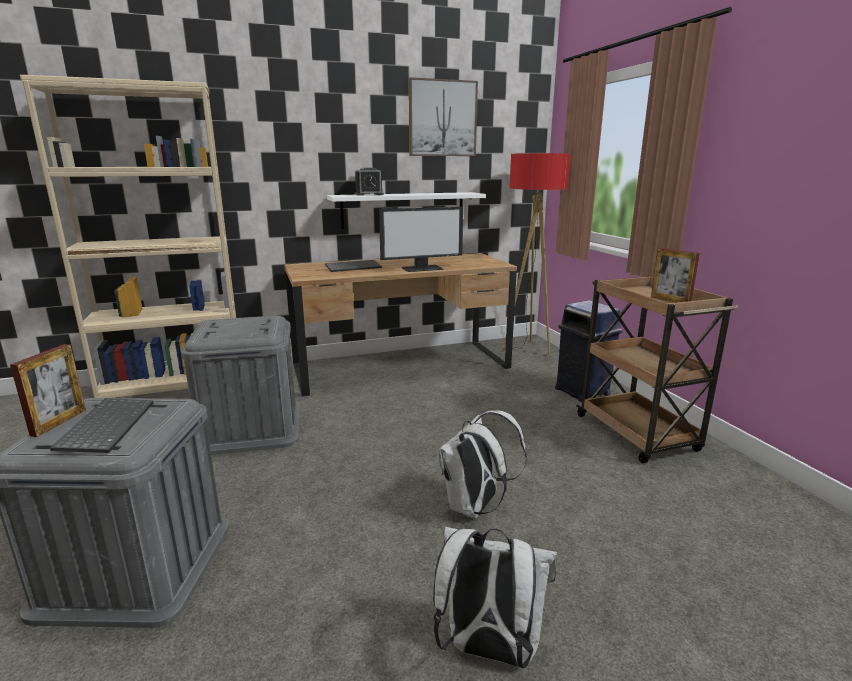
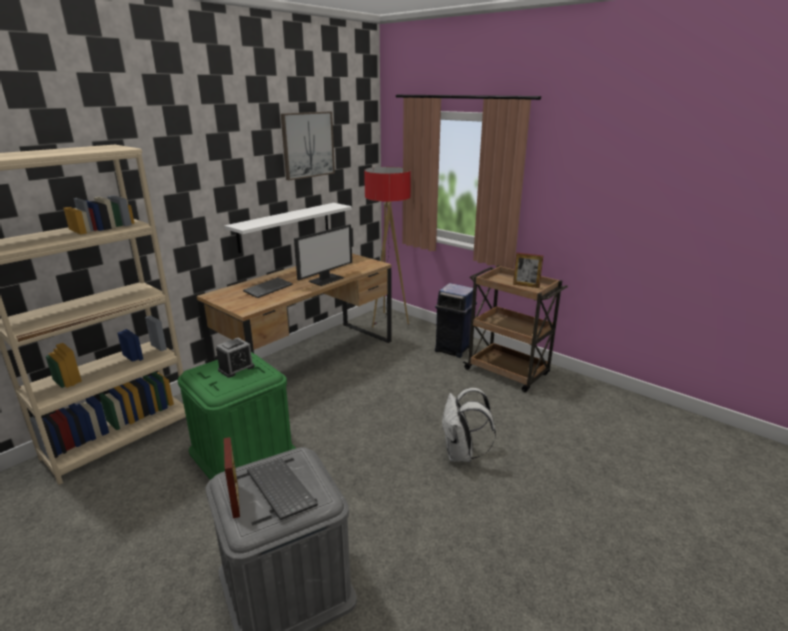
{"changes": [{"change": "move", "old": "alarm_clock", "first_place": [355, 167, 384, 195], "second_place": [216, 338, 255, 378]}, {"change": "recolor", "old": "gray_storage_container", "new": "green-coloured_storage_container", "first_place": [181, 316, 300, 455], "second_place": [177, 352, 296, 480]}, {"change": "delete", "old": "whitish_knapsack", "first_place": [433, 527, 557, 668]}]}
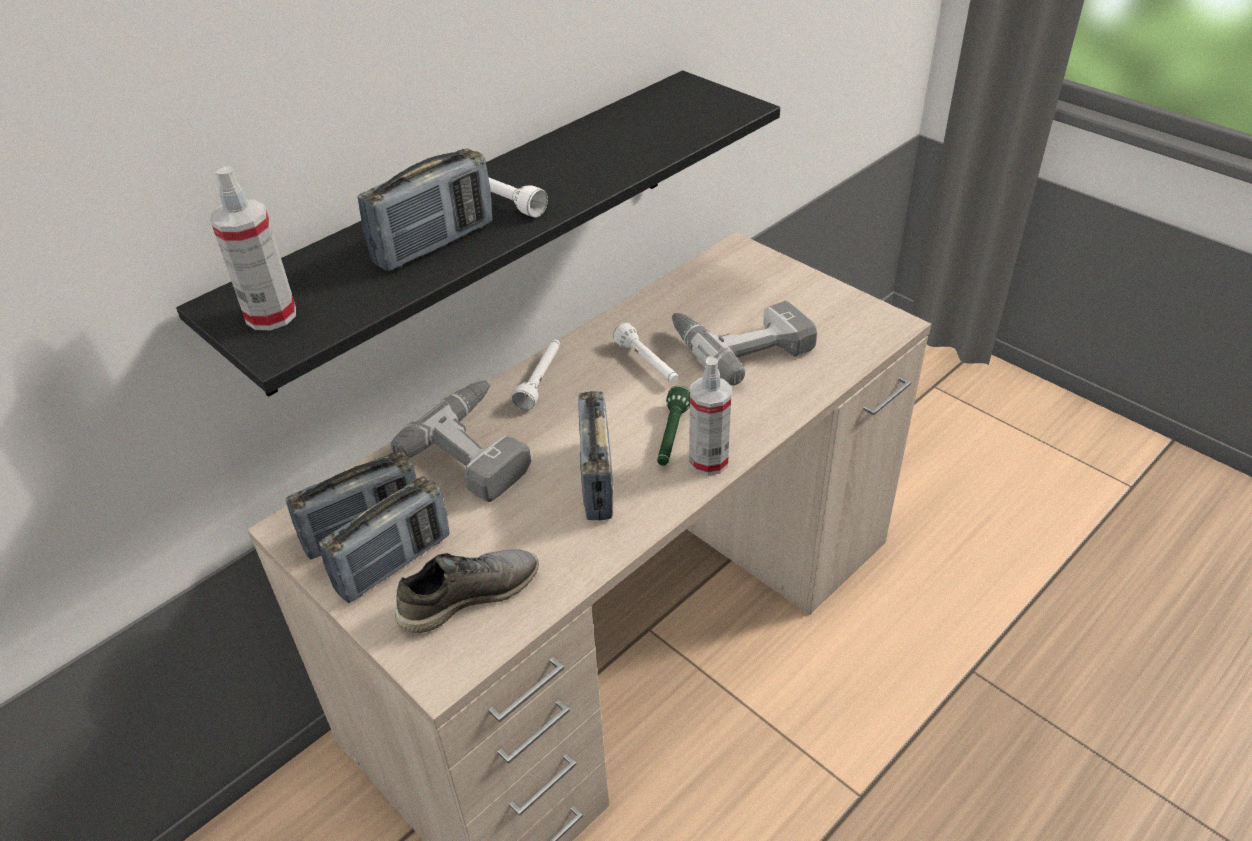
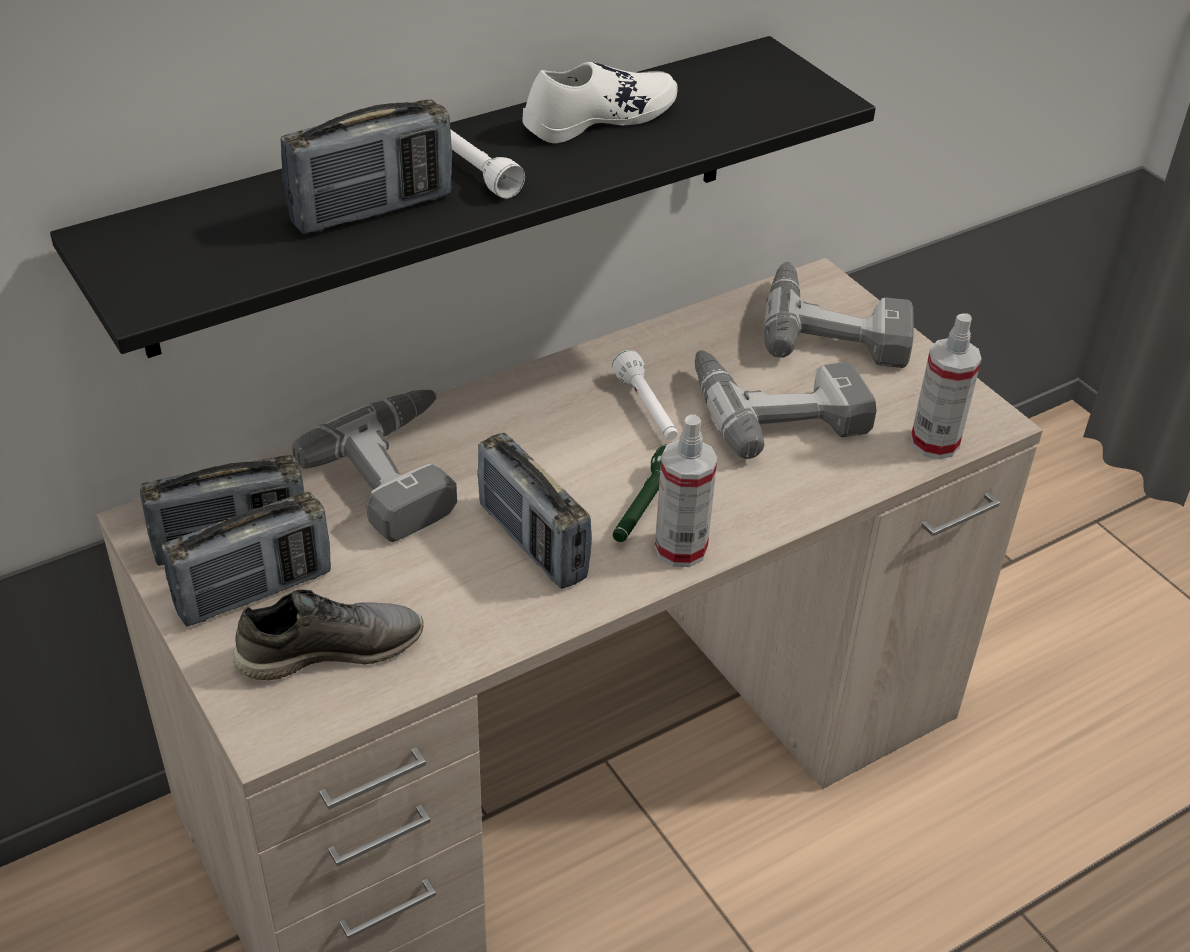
{"changes": [{"change": "move", "old": "spray_bottle", "first_place": [210, 166, 296, 330], "second_place": [911, 313, 982, 459]}, {"change": "delete", "old": "whitish_flashlight", "first_place": [512, 340, 560, 410]}, {"change": "rotate", "old": "radio", "first_place": [578, 391, 614, 520], "second_place": [477, 433, 592, 589], "degrees": -45}, {"change": "insert", "new": "whitish_shoe", "second_place": [522, 62, 678, 143]}, {"change": "insert", "new": "electric_drill", "second_place": [764, 262, 914, 368]}]}
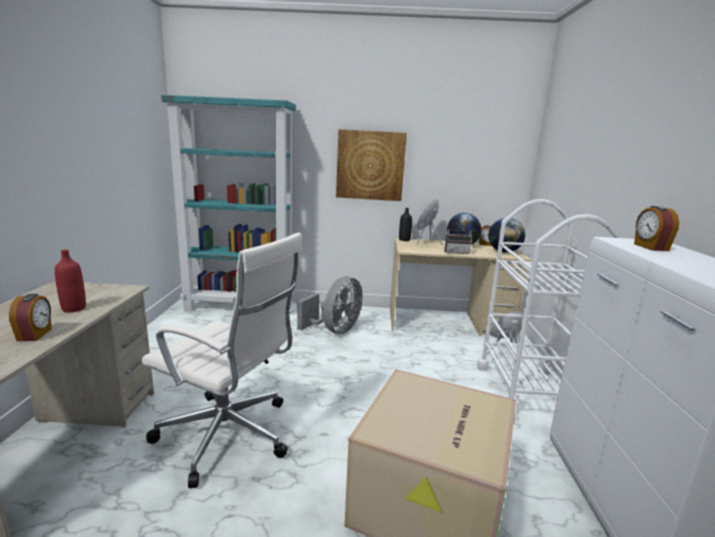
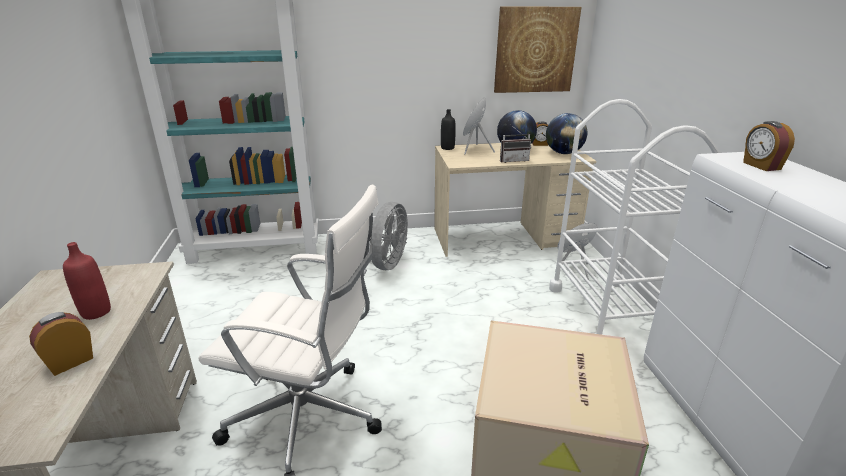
{"changes": [{"change": "move", "old": "wall_picture", "first_place": [336, 129, 407, 201], "second_place": [494, 7, 582, 93]}, {"change": "rotate", "old": "alarm_clock", "first_place": [9, 294, 52, 341], "second_place": [29, 312, 93, 376], "degrees": -120}]}
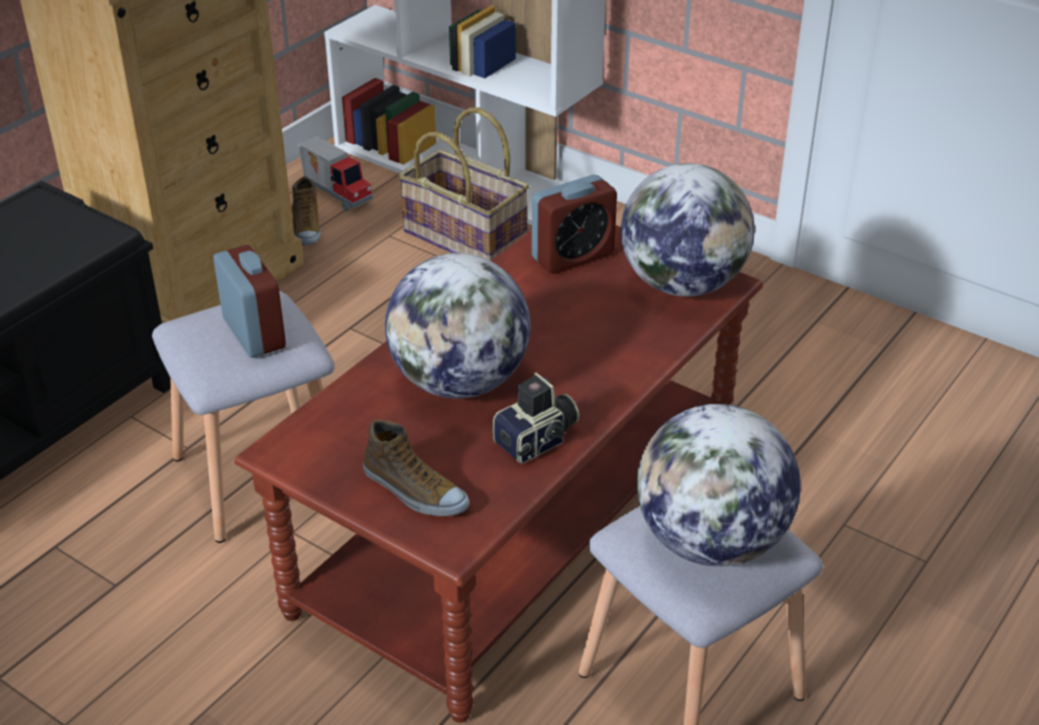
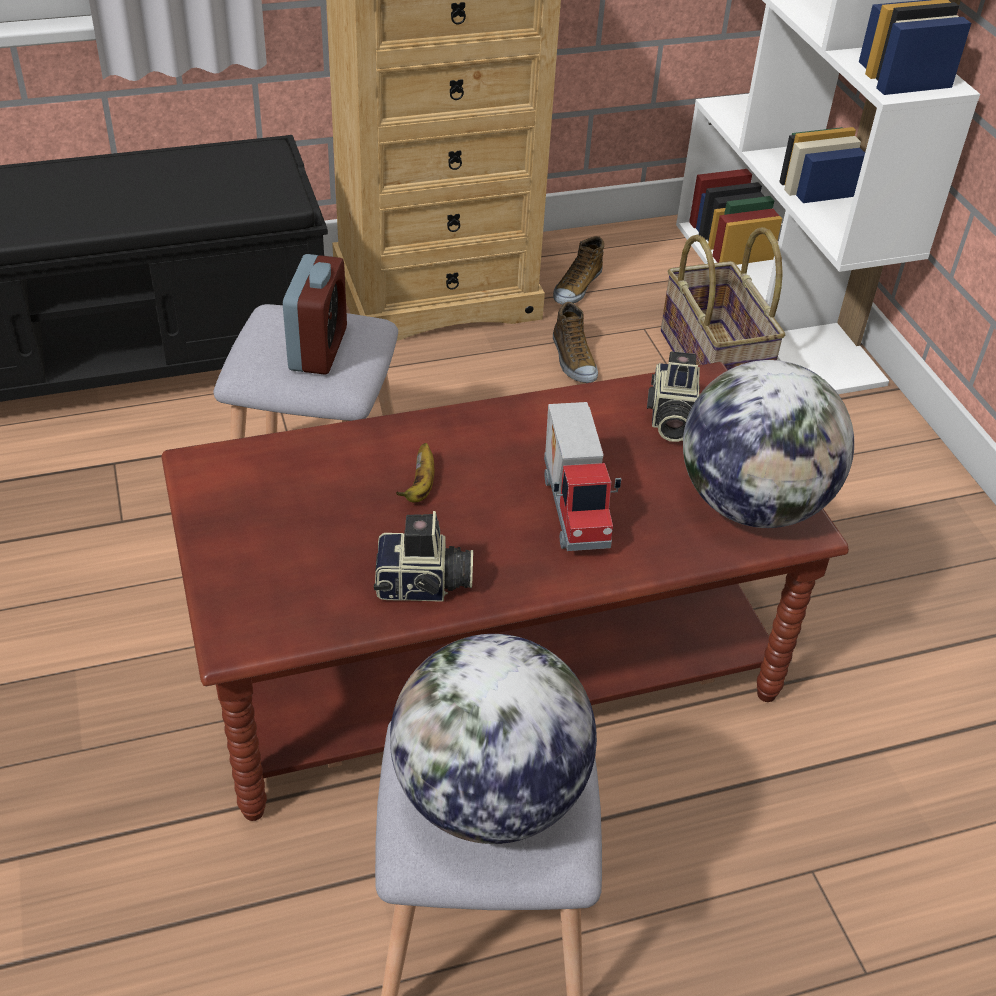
{"changes": [{"change": "move", "old": "toy_truck", "first_place": [298, 136, 373, 211], "second_place": [544, 402, 621, 551]}, {"change": "replace", "old": "alarm_clock", "new": "still_camera", "first_place": [532, 175, 617, 274], "second_place": [647, 351, 700, 442]}, {"change": "replace", "old": "world_globe", "new": "banana_fruit", "first_place": [385, 253, 530, 399], "second_place": [396, 443, 434, 502]}, {"change": "move", "old": "shoe", "first_place": [363, 420, 470, 516], "second_place": [553, 302, 598, 383]}]}
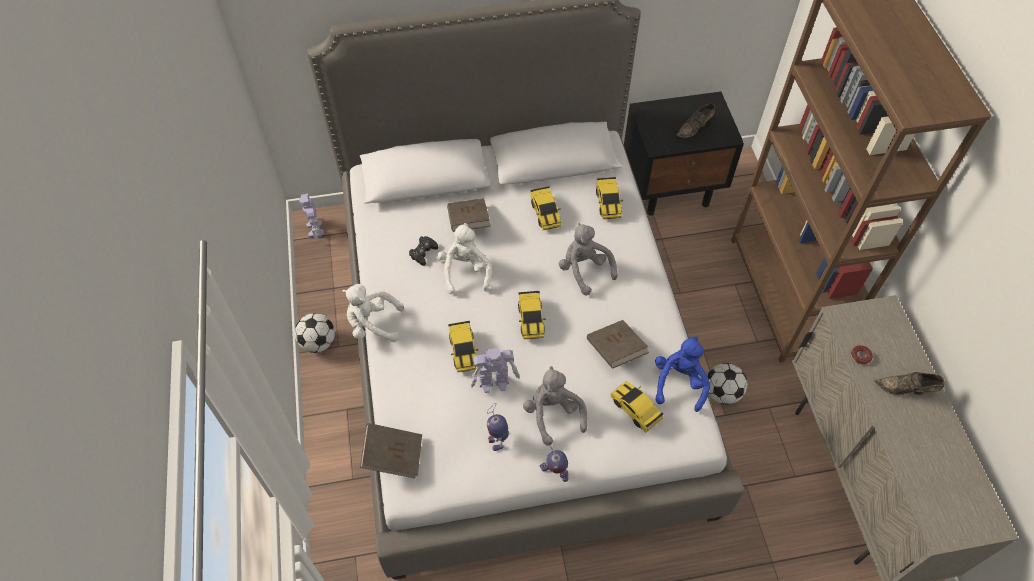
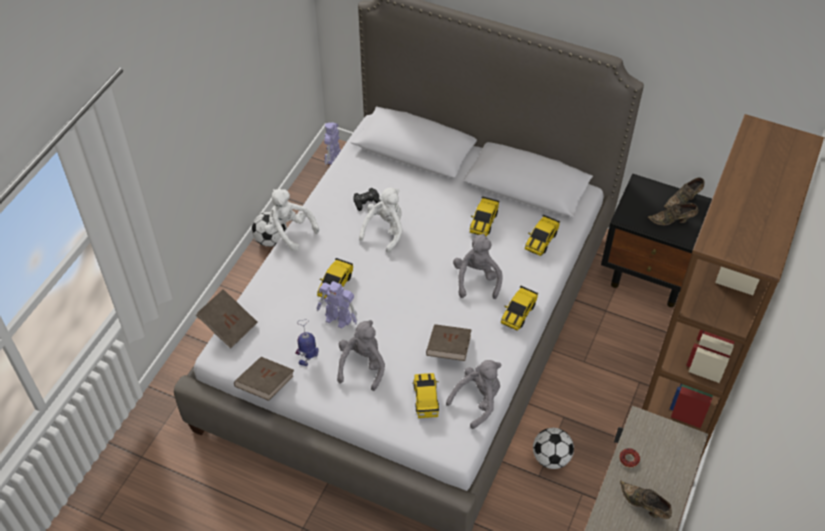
{"changes": [{"change": "move", "old": "brownish_volume", "first_place": [447, 198, 491, 232], "second_place": [234, 357, 294, 401]}, {"change": "move", "old": "toy_car", "first_place": [518, 291, 546, 339], "second_place": [501, 286, 538, 331]}, {"change": "recolor", "old": "blue-coloured_cuddly_toy", "new": "gray_cuddly_toy", "first_place": [655, 336, 710, 412], "second_place": [446, 360, 501, 429]}, {"change": "delete", "old": "toy_robot", "first_place": [540, 446, 568, 482]}, {"change": "insert", "new": "brownish_shoe", "second_place": [664, 178, 704, 209]}]}
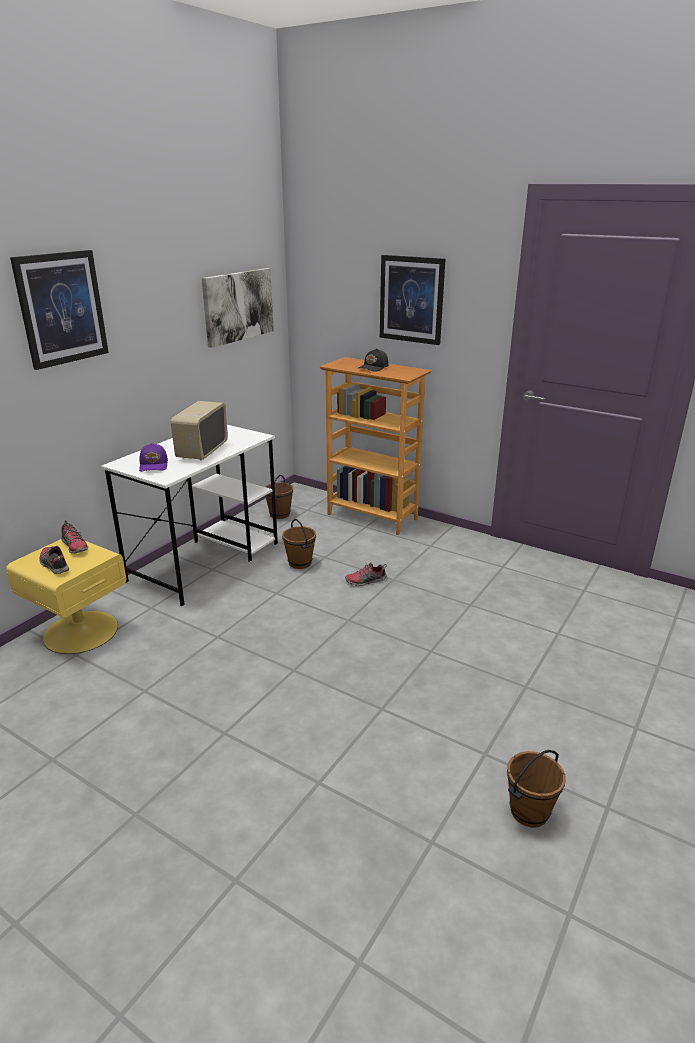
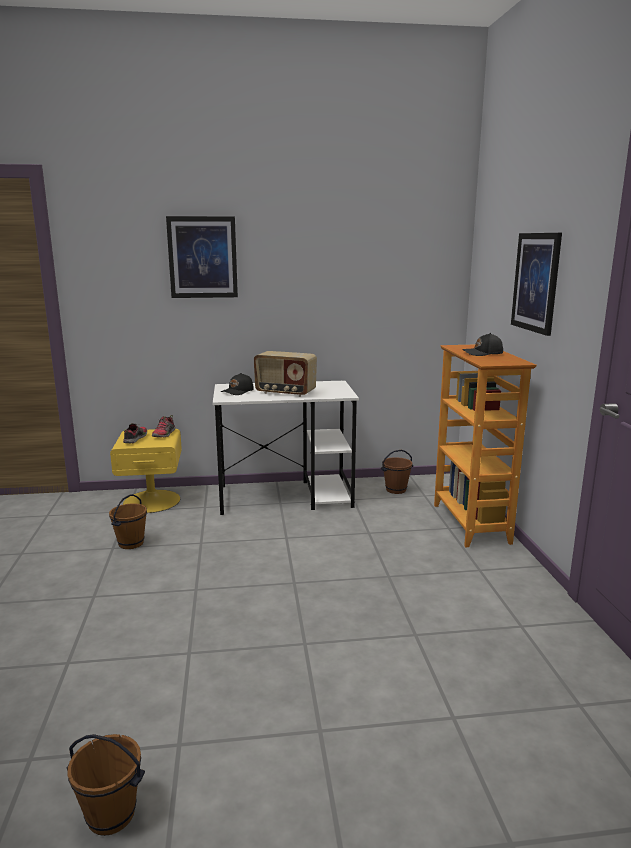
{"changes": [{"change": "delete", "old": "wall_picture", "first_place": [202, 268, 274, 348]}, {"change": "rotate", "old": "radio", "first_place": [171, 401, 228, 460], "second_place": [254, 351, 317, 397], "degrees": -135}, {"change": "recolor", "old": "purple_cap", "new": "blackish_cap", "first_place": [139, 443, 168, 472], "second_place": [221, 373, 254, 395]}, {"change": "move", "old": "brownish_pail", "first_place": [282, 519, 316, 569], "second_place": [109, 494, 147, 549]}, {"change": "delete", "old": "shoe", "first_place": [345, 562, 387, 586]}]}
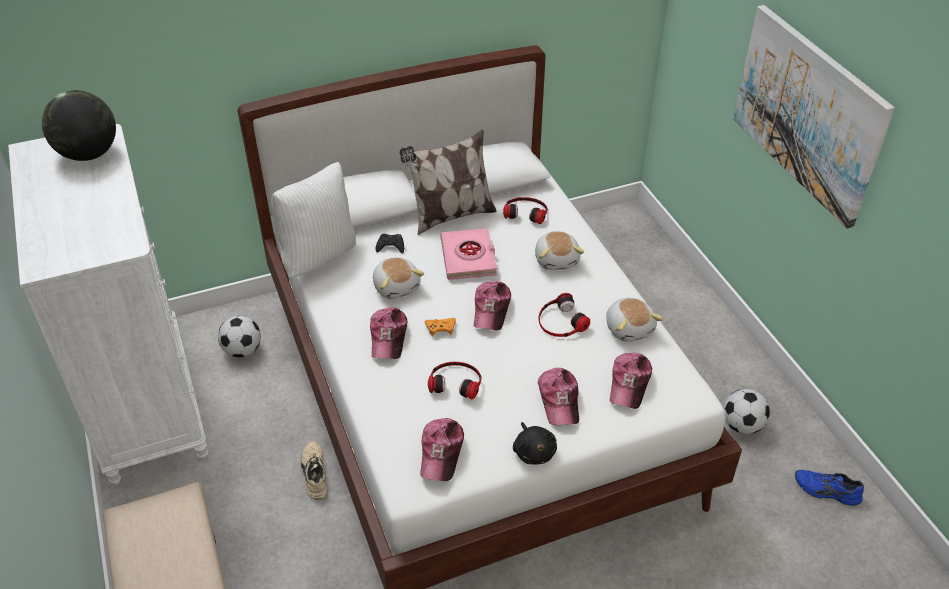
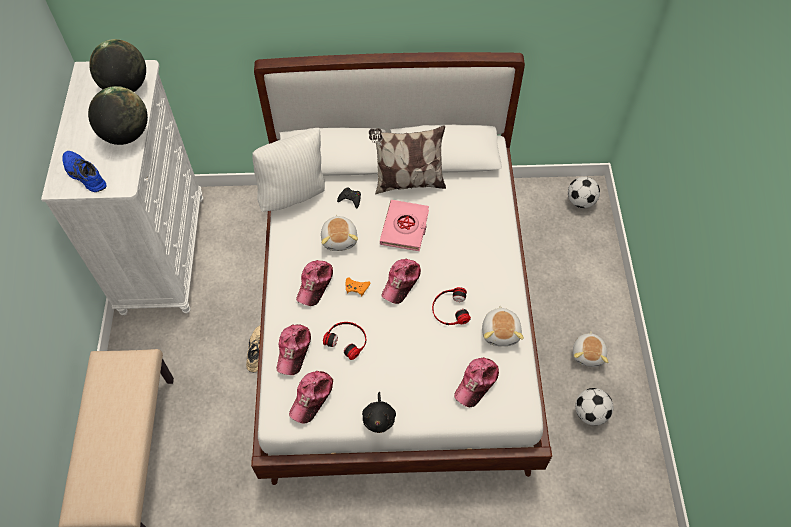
{"changes": [{"change": "delete", "old": "wall_picture", "first_place": [733, 5, 895, 229]}, {"change": "delete", "old": "headset", "first_place": [503, 197, 548, 224]}, {"change": "move", "old": "cuddly_toy", "first_place": [535, 231, 584, 270], "second_place": [573, 331, 608, 367]}, {"change": "move", "old": "football", "first_place": [218, 316, 261, 357], "second_place": [568, 177, 600, 208]}, {"change": "move", "old": "cap", "first_place": [538, 368, 579, 426], "second_place": [277, 324, 311, 375]}, {"change": "move", "old": "blue-coloured_shoe", "first_place": [795, 470, 864, 506], "second_place": [62, 151, 106, 192]}, {"change": "insert", "new": "world_globe", "second_place": [88, 86, 148, 145]}]}
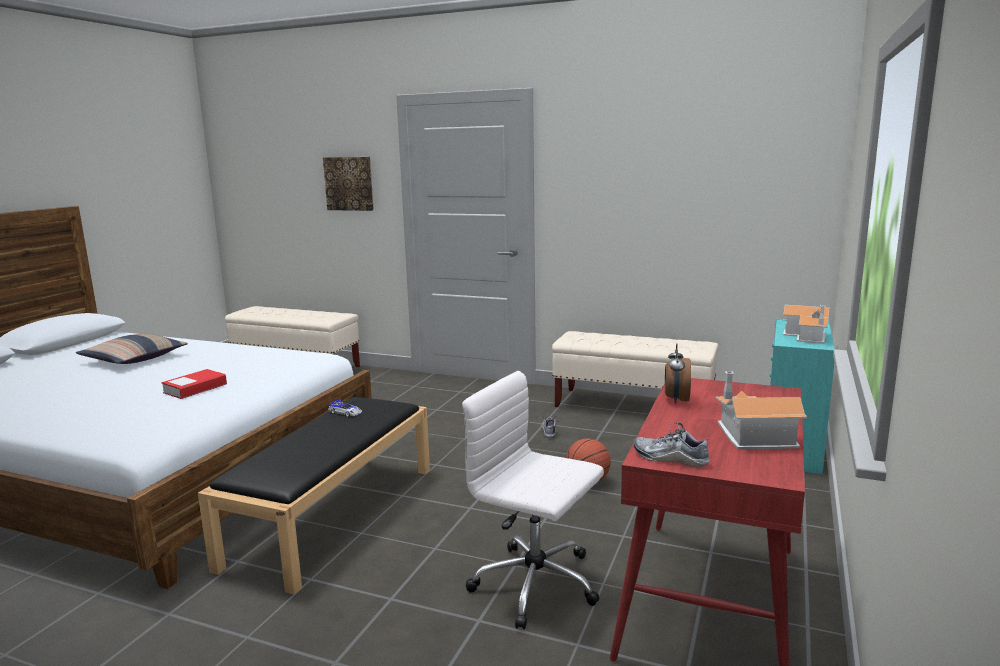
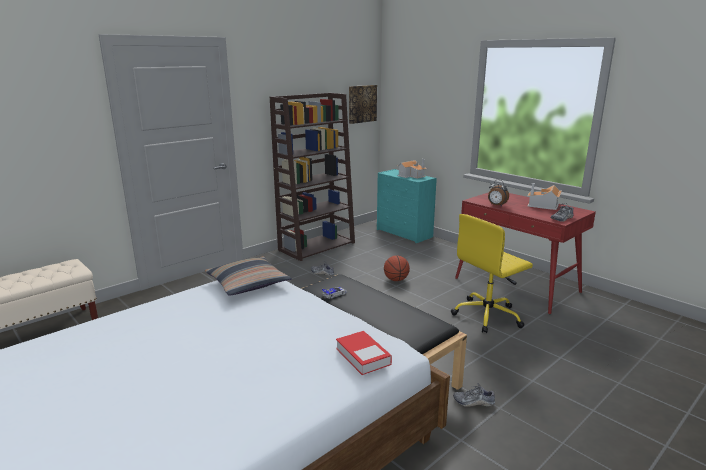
{"changes": [{"change": "move", "old": "wall_picture", "first_place": [323, 157, 374, 211], "second_place": [349, 85, 377, 124]}, {"change": "replace", "old": "sand-coloured_indoor_bench", "new": "brownish_shelving_unit", "first_place": [552, 331, 718, 407], "second_place": [270, 93, 355, 261]}, {"change": "move", "old": "pillow", "first_place": [76, 334, 188, 364], "second_place": [205, 256, 292, 296]}, {"change": "move", "old": "volume", "first_place": [161, 369, 227, 399], "second_place": [336, 331, 392, 375]}, {"change": "recolor", "old": "whitish_desk_chair", "new": "yellowish_desk_chair", "first_place": [462, 371, 604, 629], "second_place": [451, 214, 533, 333]}, {"change": "insert", "new": "shoe", "second_place": [453, 383, 495, 407]}]}
